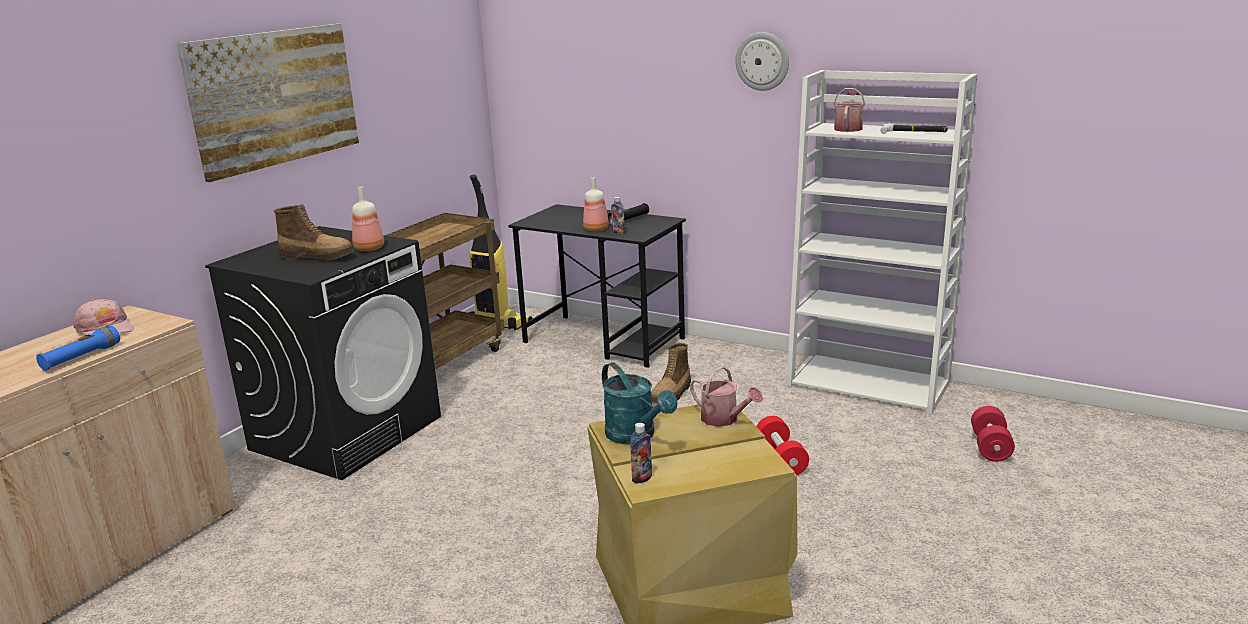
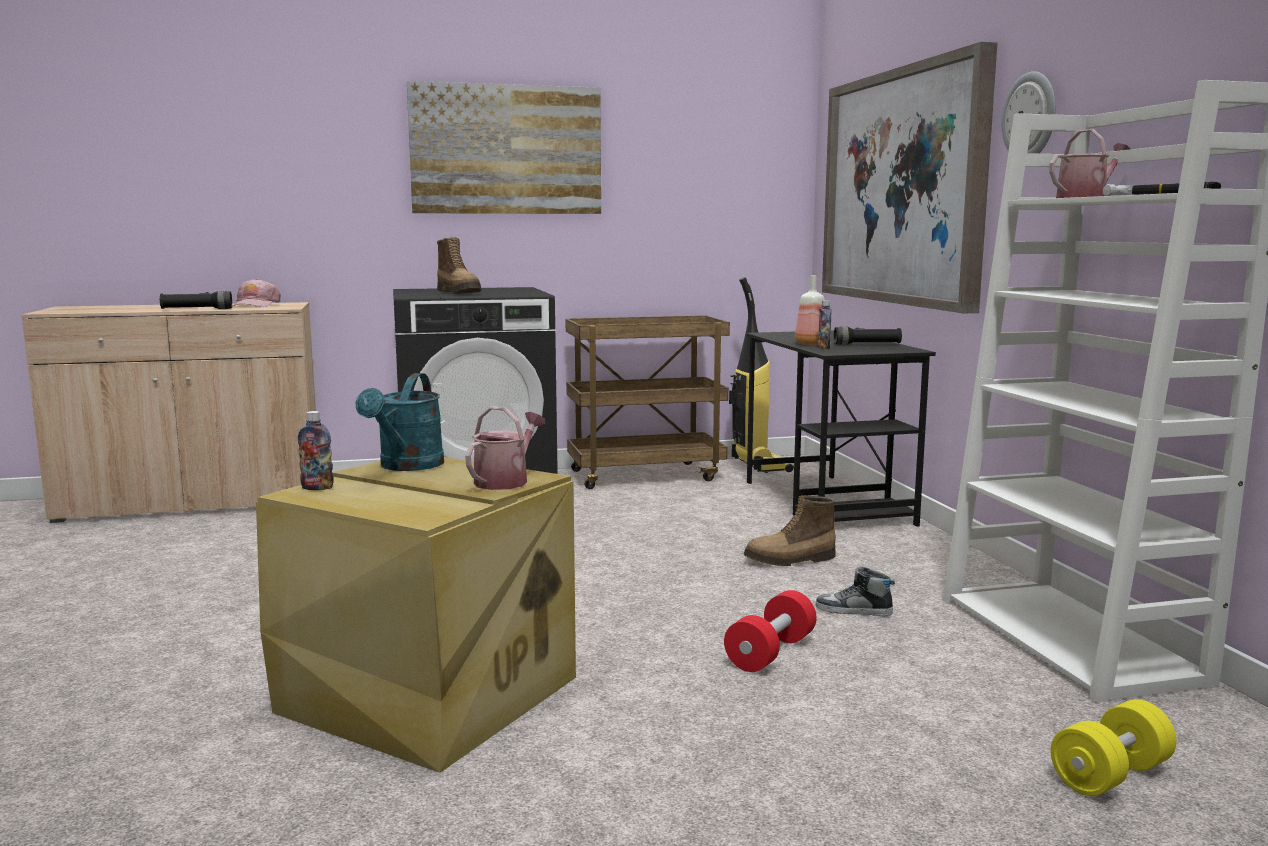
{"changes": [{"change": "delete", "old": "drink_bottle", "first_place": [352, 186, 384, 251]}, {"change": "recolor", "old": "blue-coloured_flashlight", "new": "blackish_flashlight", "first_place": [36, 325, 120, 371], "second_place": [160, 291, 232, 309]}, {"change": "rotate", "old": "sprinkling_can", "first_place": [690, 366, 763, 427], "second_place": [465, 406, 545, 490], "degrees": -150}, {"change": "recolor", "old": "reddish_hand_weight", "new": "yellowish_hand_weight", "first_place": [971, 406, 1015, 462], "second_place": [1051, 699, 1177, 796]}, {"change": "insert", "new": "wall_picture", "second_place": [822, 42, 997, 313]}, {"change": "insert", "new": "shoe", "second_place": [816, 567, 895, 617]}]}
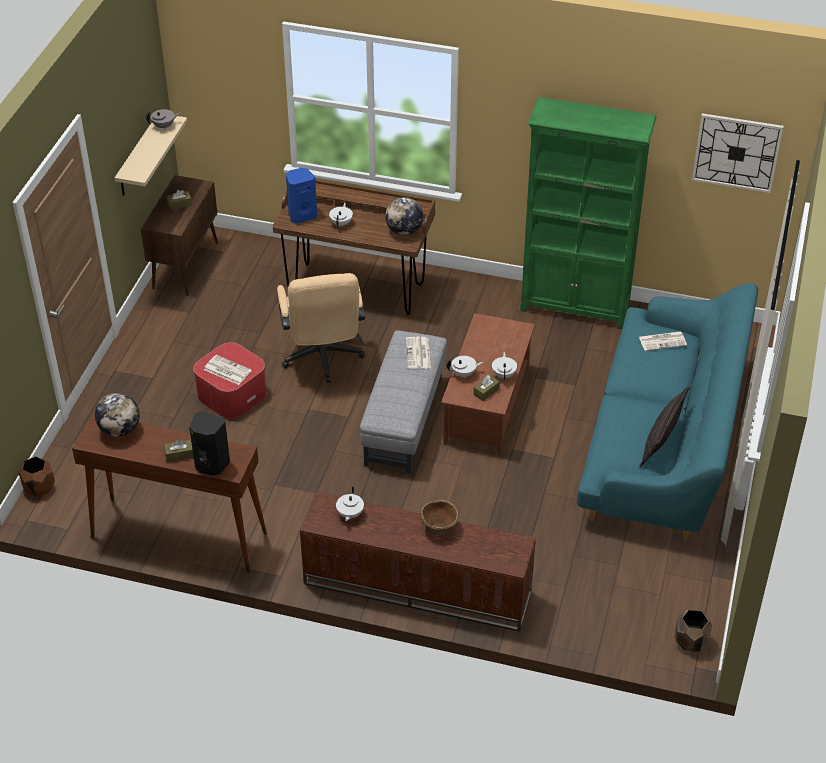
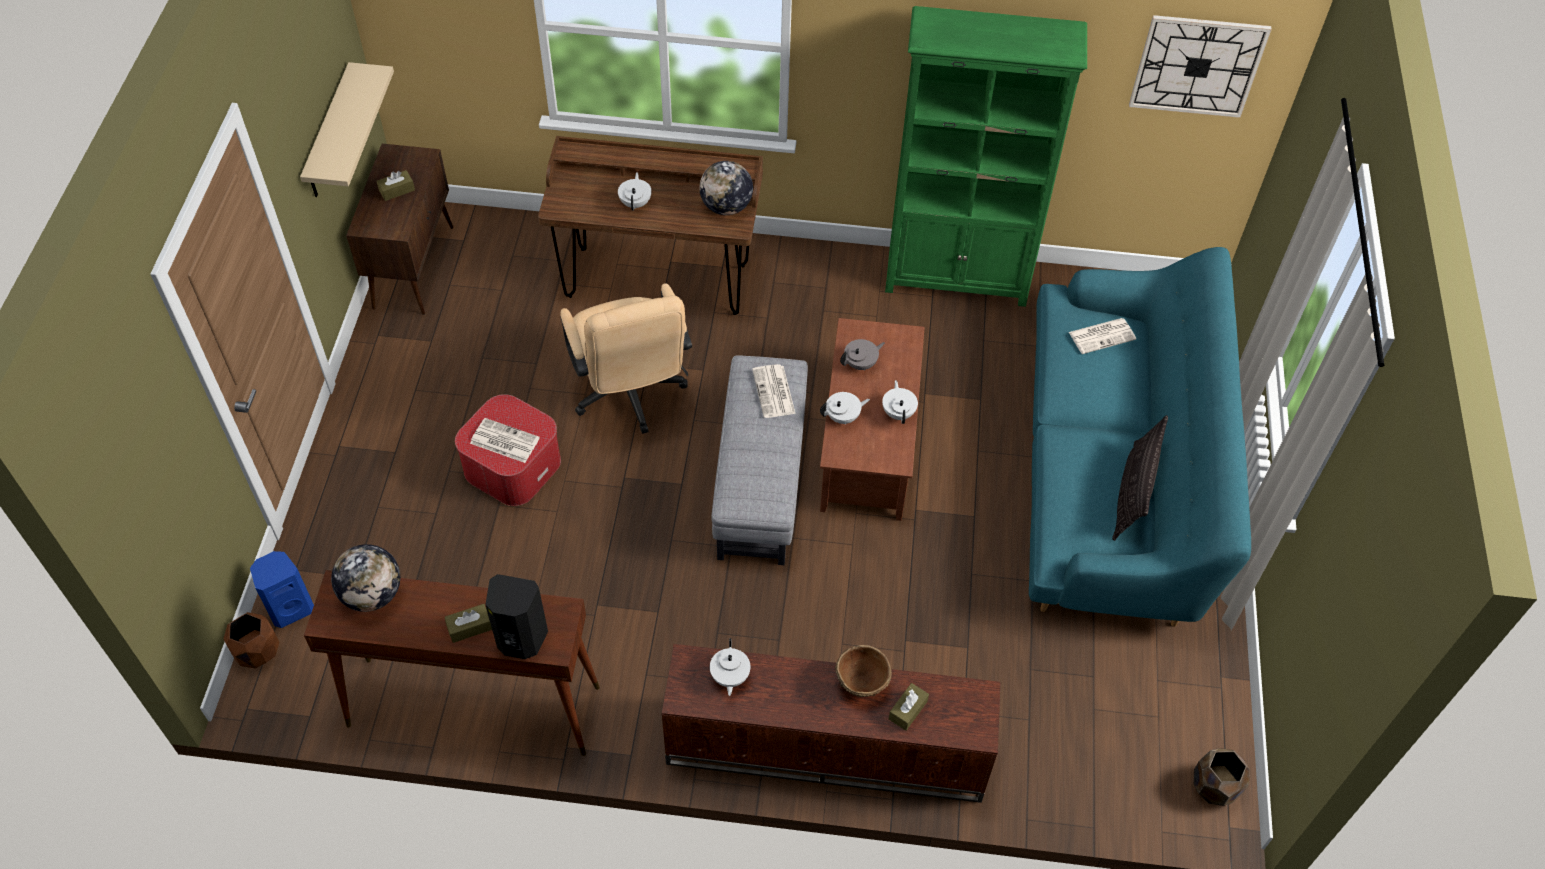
{"changes": [{"change": "move", "old": "gray_tea_pot", "first_place": [146, 109, 181, 130], "second_place": [840, 339, 885, 371]}, {"change": "move", "old": "blue-coloured_speaker", "first_place": [286, 168, 317, 224], "second_place": [250, 551, 314, 628]}, {"change": "move", "old": "brownish_box_of_tissues", "first_place": [474, 375, 500, 401], "second_place": [889, 683, 929, 731]}]}
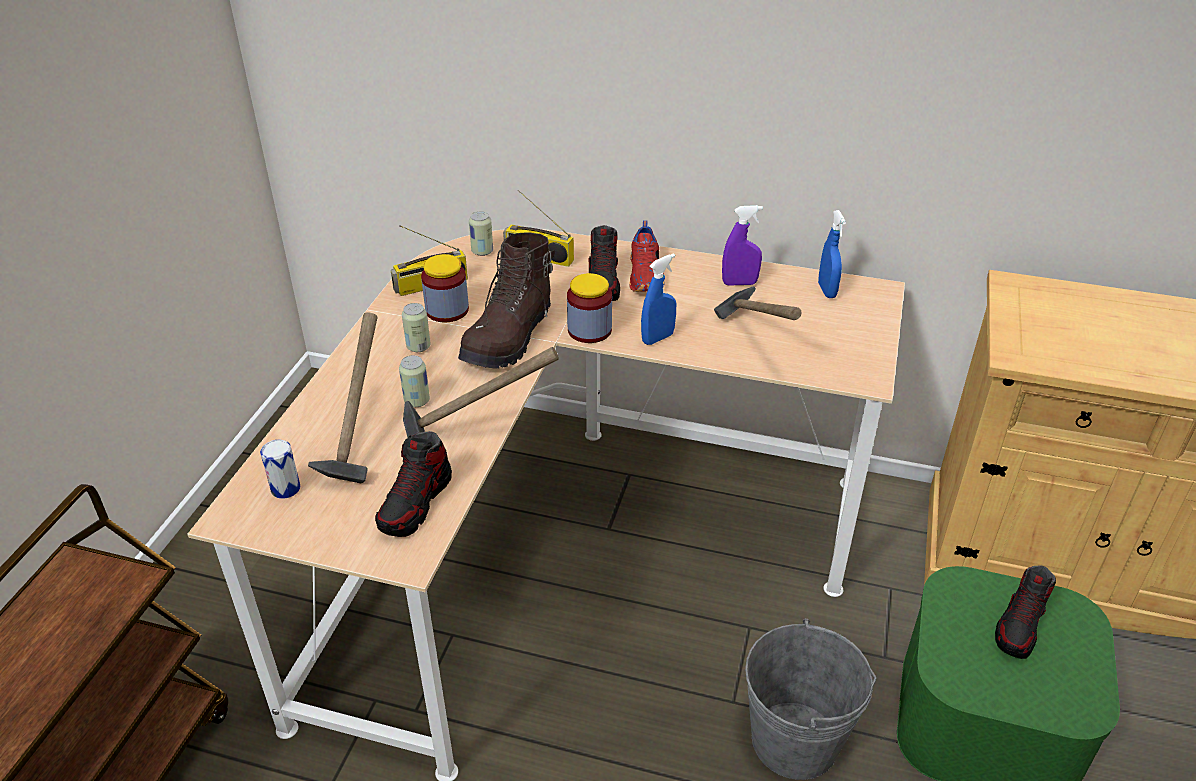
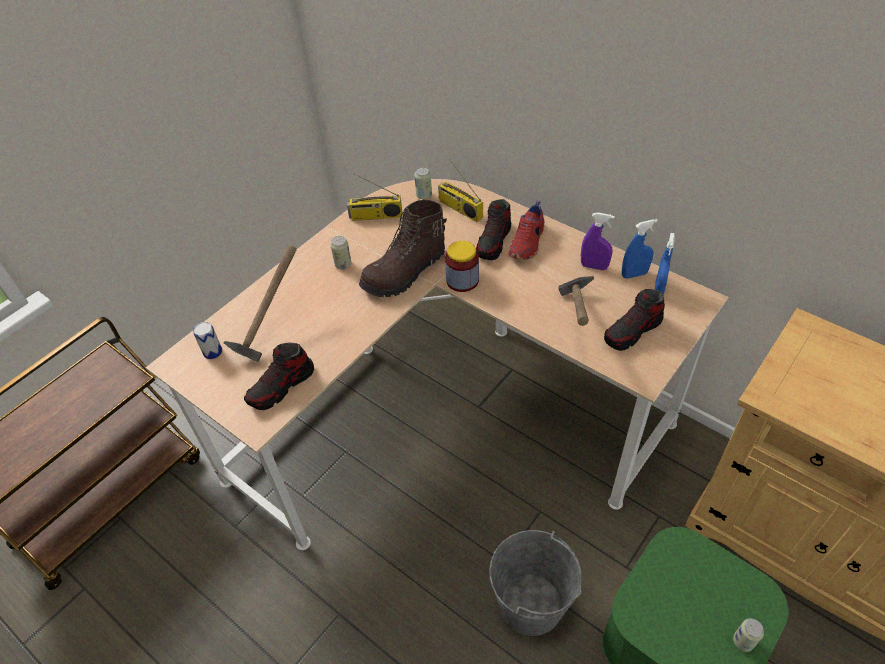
{"changes": [{"change": "move", "old": "blue-coloured_spray_bottle", "first_place": [641, 253, 676, 345], "second_place": [622, 219, 658, 279]}, {"change": "delete", "old": "storage_jar", "first_place": [421, 254, 469, 322]}, {"change": "delete", "old": "hand_hammer", "first_place": [403, 347, 559, 437]}, {"change": "move", "old": "can", "first_place": [399, 355, 430, 407], "second_place": [733, 619, 764, 652]}, {"change": "move", "old": "shoe", "first_place": [995, 565, 1056, 659], "second_place": [604, 289, 665, 351]}]}
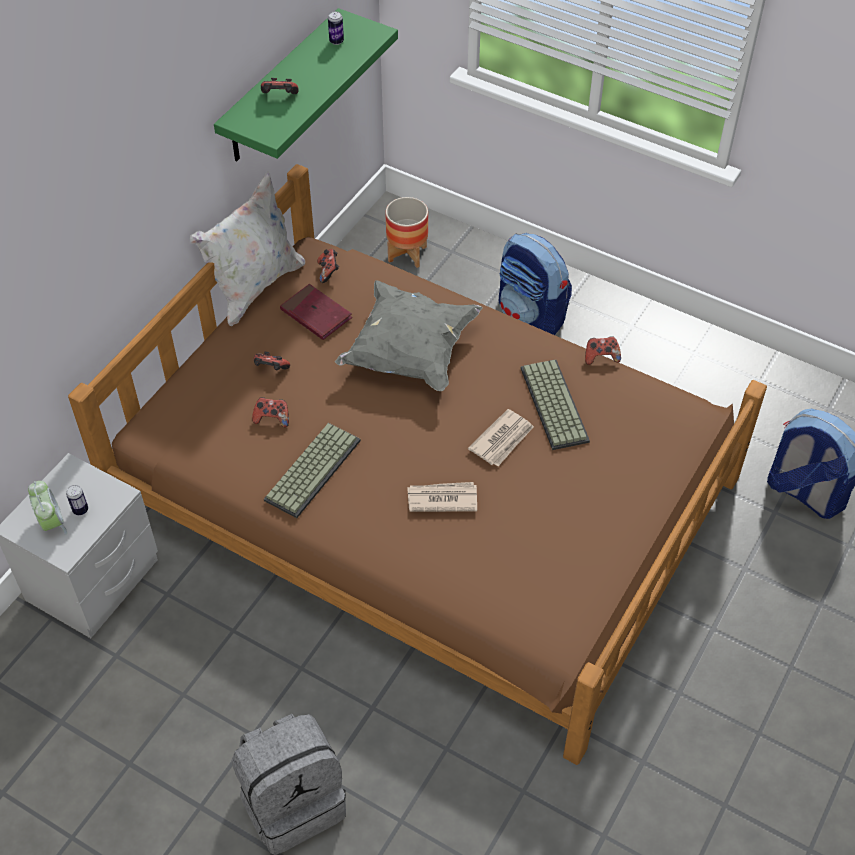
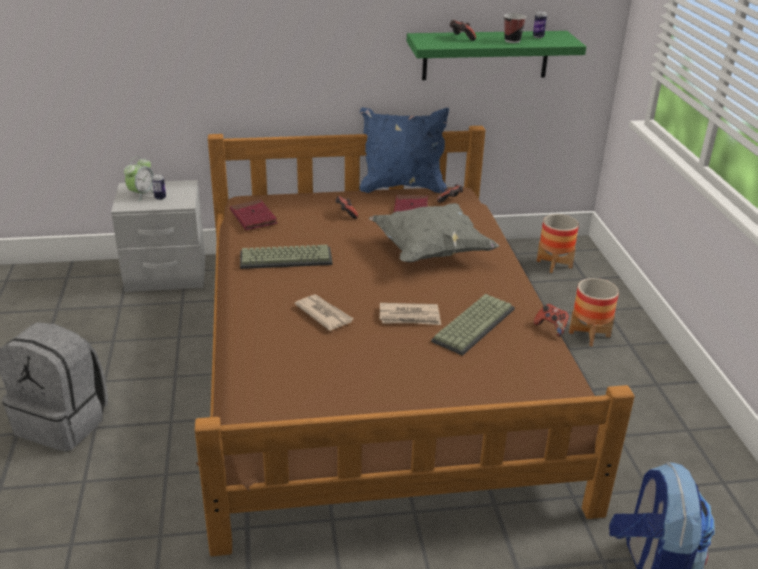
{"changes": [{"change": "recolor", "old": "whitish_pillow", "new": "blue-coloured_pillow", "first_place": [190, 171, 305, 326], "second_place": [360, 107, 449, 193]}, {"change": "replace", "old": "knapsack", "new": "flower_pot", "first_place": [499, 233, 572, 335], "second_place": [569, 278, 619, 346]}, {"change": "delete", "old": "gamepad", "first_place": [252, 397, 289, 427]}, {"change": "insert", "new": "drinking_cup", "second_place": [504, 13, 526, 43]}, {"change": "insert", "new": "reddish_volume", "second_place": [230, 199, 278, 230]}]}
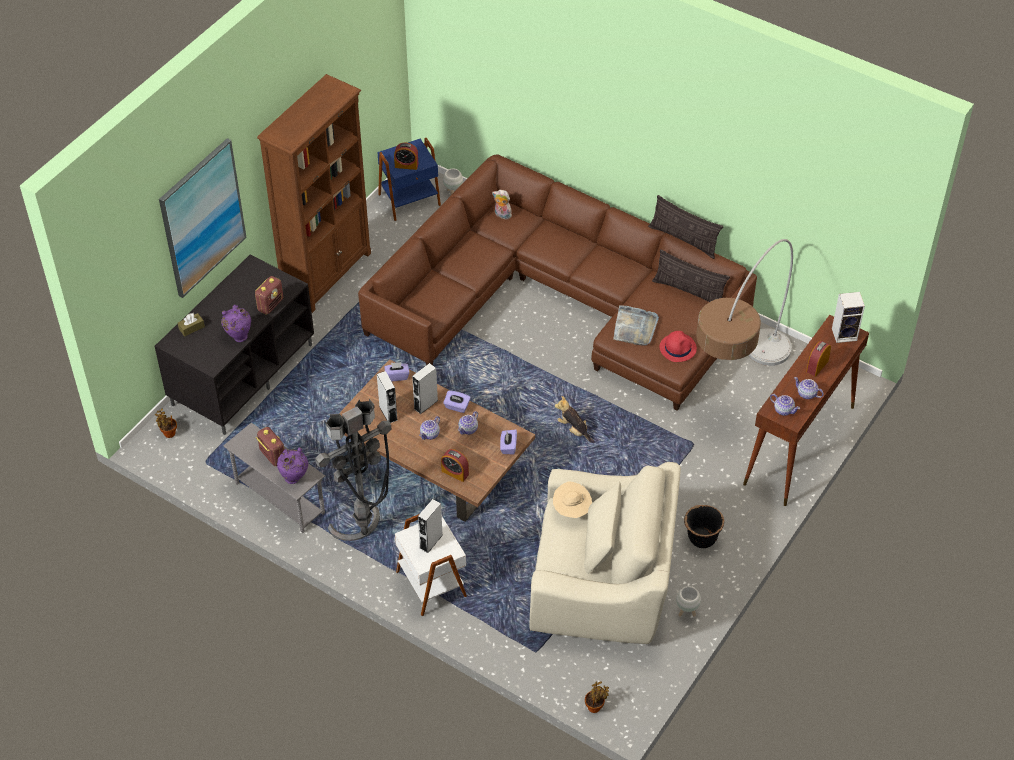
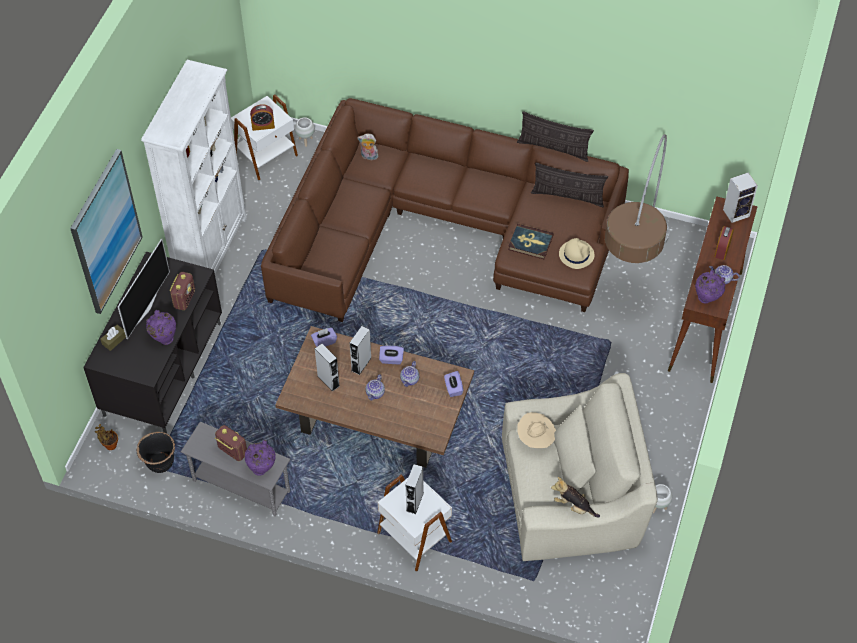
{"changes": [{"change": "recolor", "old": "brownish_shelving_unit", "new": "whitish_shelving_unit", "first_place": [257, 74, 371, 313], "second_place": [141, 60, 247, 273]}, {"change": "recolor", "old": "blue-coloured_end_table", "new": "whitish_end_table", "first_place": [377, 138, 441, 221], "second_place": [231, 94, 298, 180]}, {"change": "replace", "old": "gray_serving_tray", "new": "volume", "first_place": [613, 305, 659, 346], "second_place": [508, 224, 554, 259]}, {"change": "recolor", "old": "reddish_wearable_hat", "new": "sand-coloured_wearable_hat", "first_place": [660, 331, 697, 362], "second_place": [559, 238, 594, 269]}, {"change": "replace", "old": "tea_pot", "new": "purple_decorative_vase", "first_place": [770, 394, 800, 416], "second_place": [695, 270, 725, 304]}, {"change": "move", "old": "cuddly_toy", "first_place": [555, 396, 595, 443], "second_place": [551, 477, 600, 518]}, {"change": "delete", "old": "gray_floor_lamp", "first_place": [315, 399, 392, 541]}, {"change": "delete", "old": "alarm_clock", "first_place": [441, 449, 469, 482]}, {"change": "move", "old": "blackish_flower_pot", "first_place": [684, 505, 724, 548], "second_place": [137, 432, 175, 473]}, {"change": "delete", "old": "potted_plant", "first_place": [585, 681, 609, 713]}, {"change": "insert", "new": "TV", "second_place": [118, 238, 170, 340]}]}
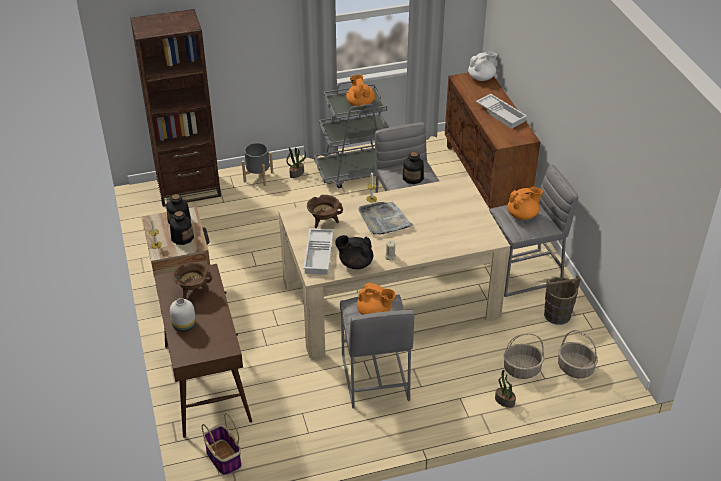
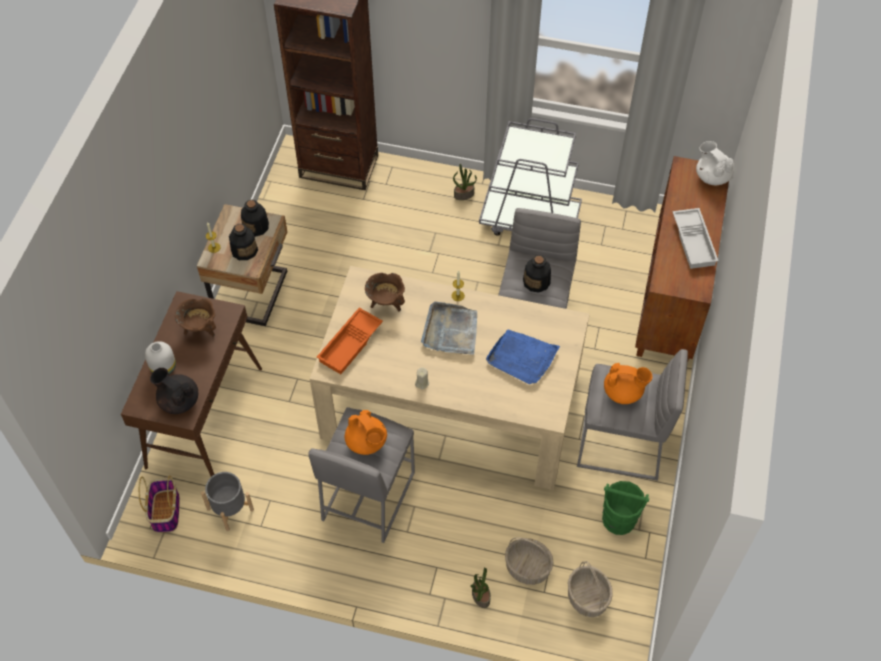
{"changes": [{"change": "rotate", "old": "whitish_tea_pot", "first_place": [468, 52, 497, 81], "second_place": [696, 141, 734, 185], "degrees": -120}, {"change": "delete", "old": "orangey_tea_pot", "first_place": [346, 74, 375, 107]}, {"change": "move", "old": "gray_flower_pot", "first_place": [242, 143, 273, 186], "second_place": [201, 472, 254, 531]}, {"change": "recolor", "old": "whitish_serving_tray", "new": "orangey_serving_tray", "first_place": [303, 228, 334, 275], "second_place": [317, 308, 383, 374]}, {"change": "move", "old": "blackish_tea_pot", "first_place": [335, 235, 373, 269], "second_place": [150, 368, 198, 414]}, {"change": "recolor", "old": "brownish_pail", "new": "green-coloured_pail", "first_place": [544, 275, 581, 325], "second_place": [602, 481, 649, 535]}, {"change": "insert", "new": "blue-coloured_serving_tray", "second_place": [486, 329, 560, 384]}]}
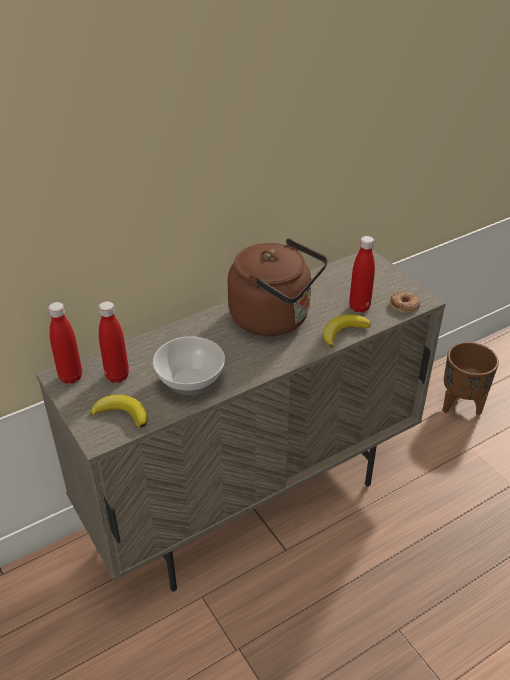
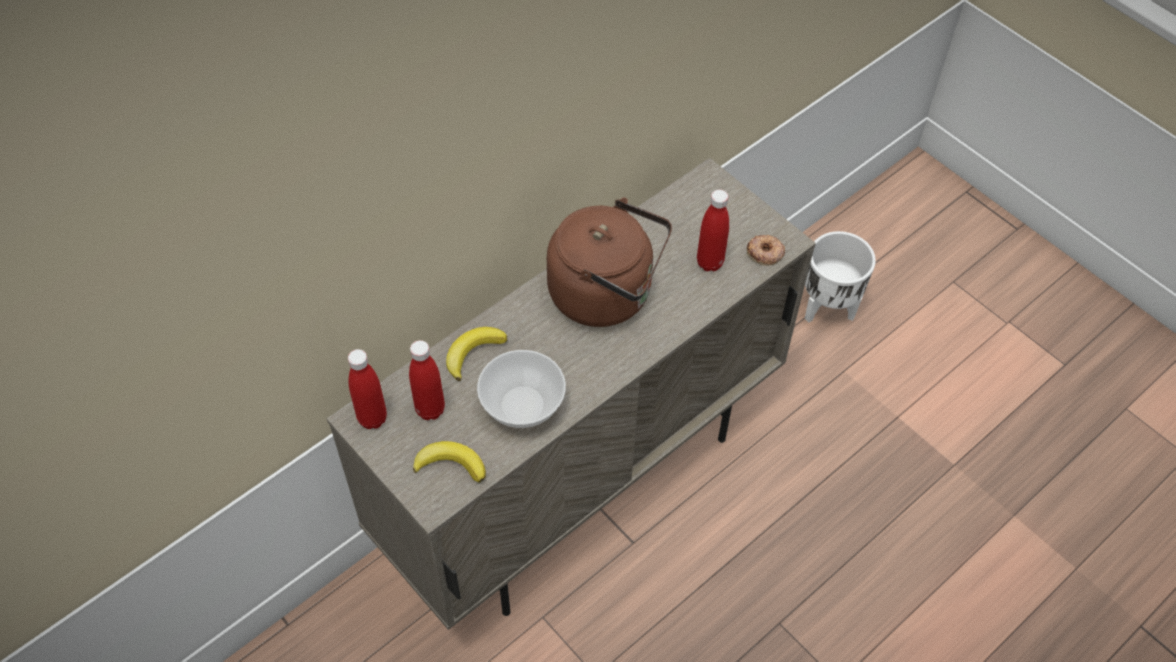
{"changes": [{"change": "move", "old": "banana_fruit", "first_place": [323, 314, 371, 348], "second_place": [446, 327, 507, 381]}, {"change": "recolor", "old": "brownish_flower_pot", "new": "whitish_flower_pot", "first_place": [443, 342, 499, 416], "second_place": [805, 231, 876, 323]}]}
